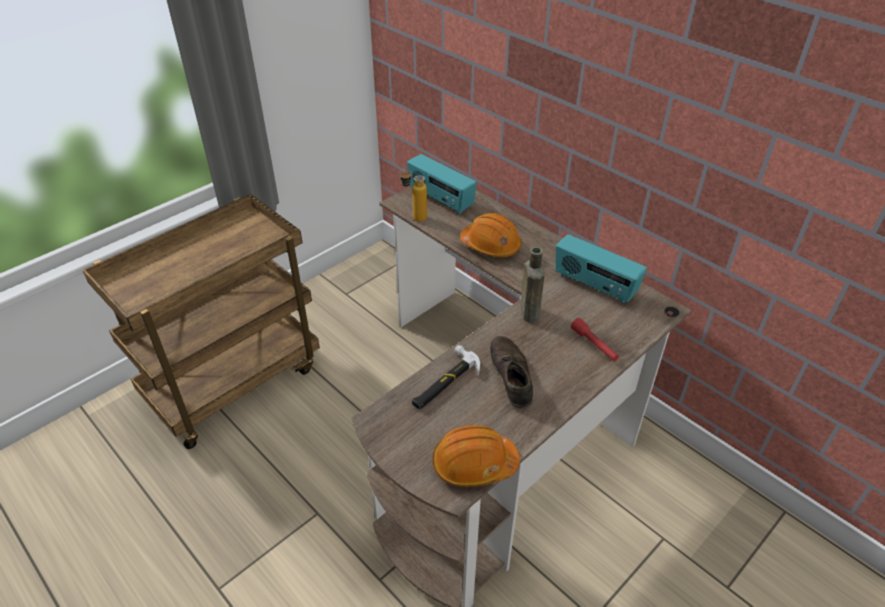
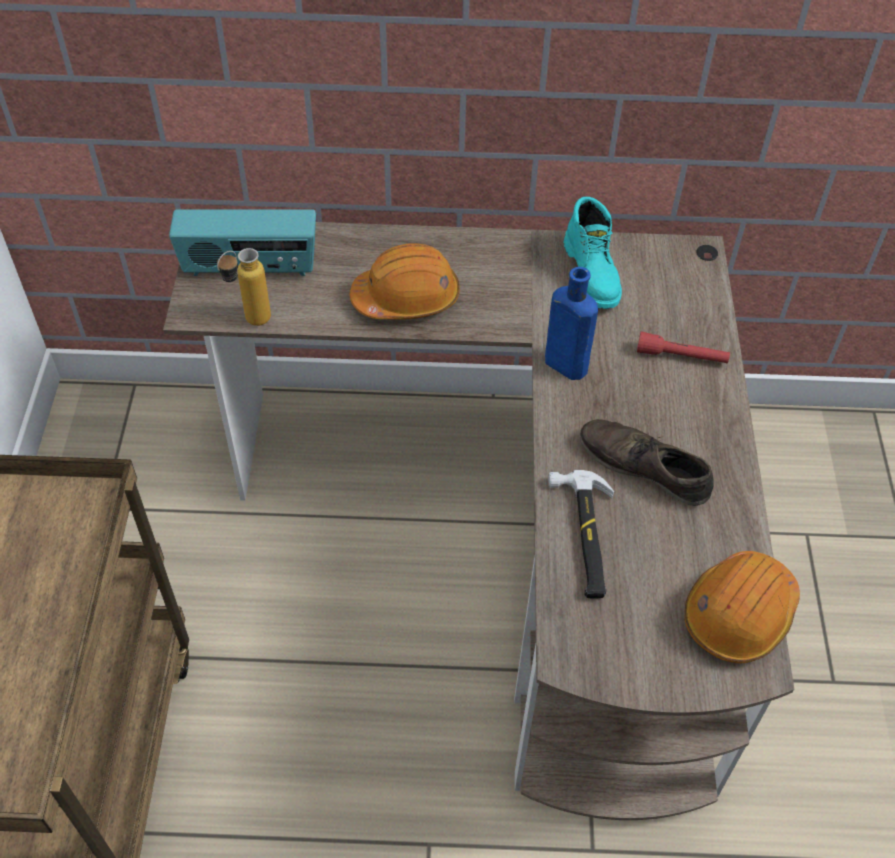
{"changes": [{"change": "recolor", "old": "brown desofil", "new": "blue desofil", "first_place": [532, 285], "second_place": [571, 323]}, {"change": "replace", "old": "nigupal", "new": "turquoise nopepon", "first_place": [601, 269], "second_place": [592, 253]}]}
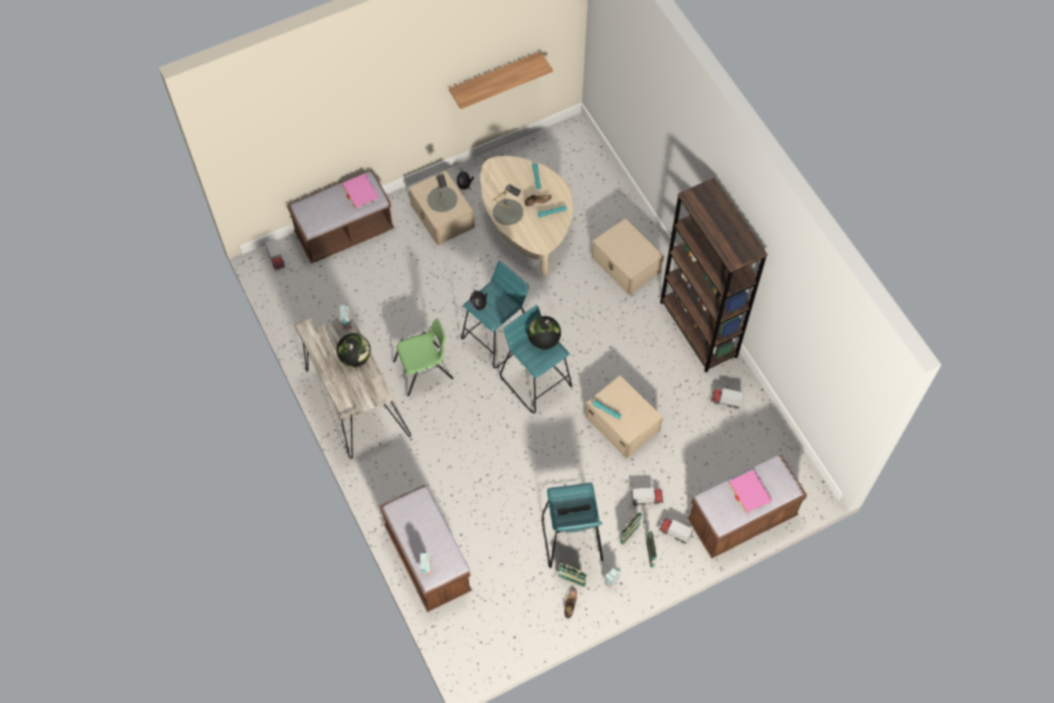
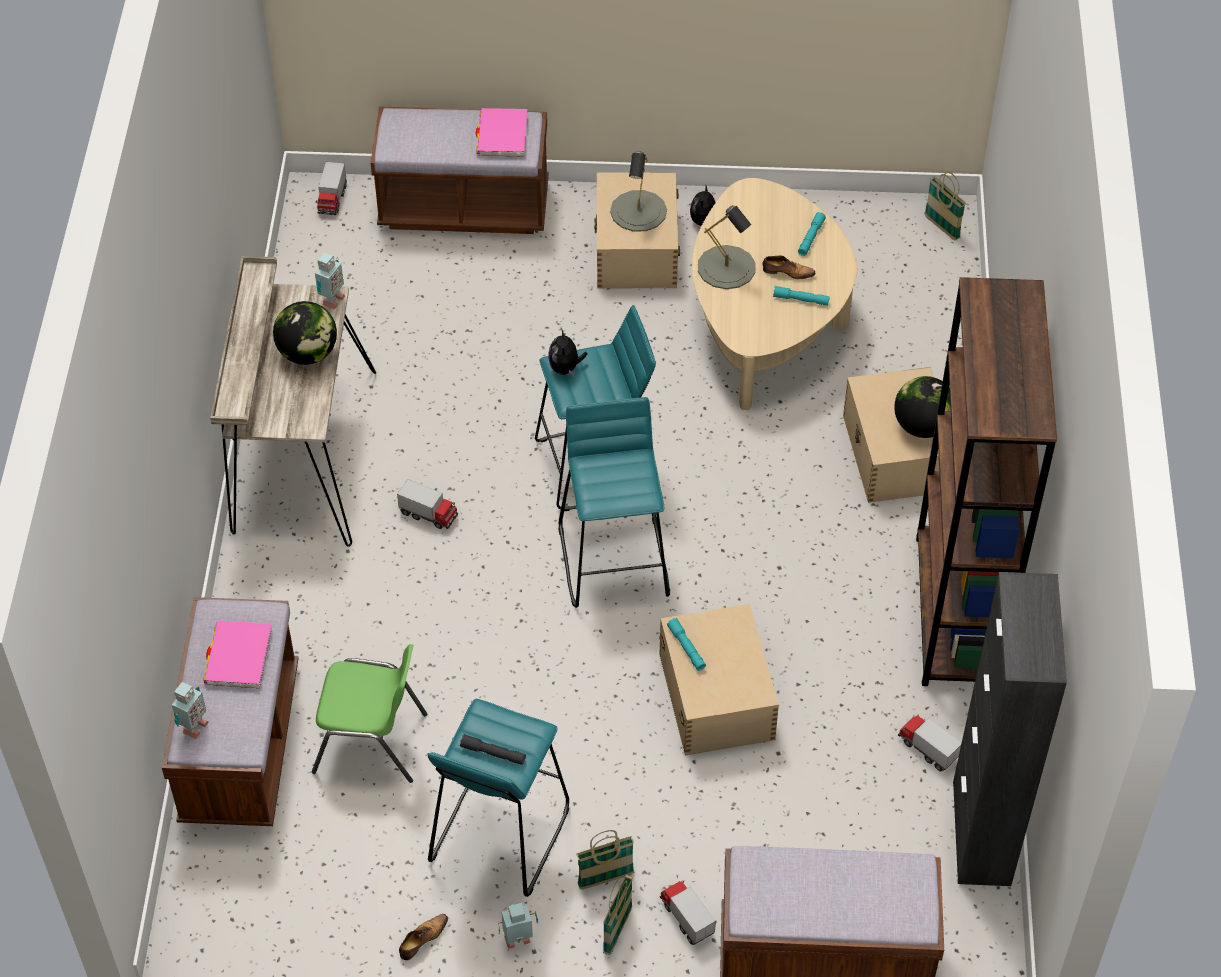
{"changes": [{"change": "move", "old": "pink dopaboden", "first_place": [750, 492], "second_place": [237, 654]}, {"change": "move", "old": "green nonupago", "first_place": [423, 357], "second_place": [369, 713]}, {"change": "move", "old": "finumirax", "first_place": [647, 497], "second_place": [427, 504]}, {"change": "move", "old": "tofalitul", "first_place": [544, 333], "second_place": [922, 407]}, {"change": "move", "old": "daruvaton", "first_place": [572, 575], "second_place": [945, 206]}, {"change": "insert", "new": "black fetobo", "second_place": [1010, 729]}, {"change": "delete", "old": "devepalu", "first_place": [501, 80]}]}
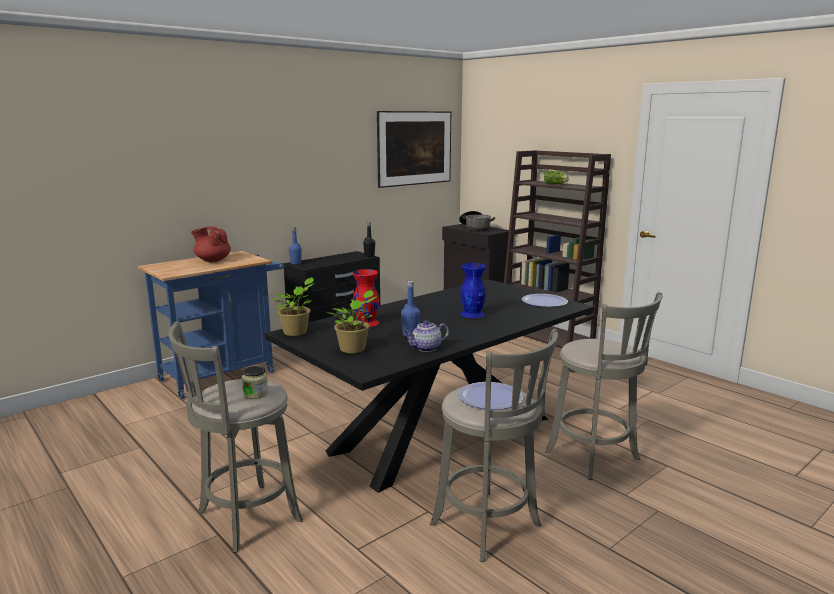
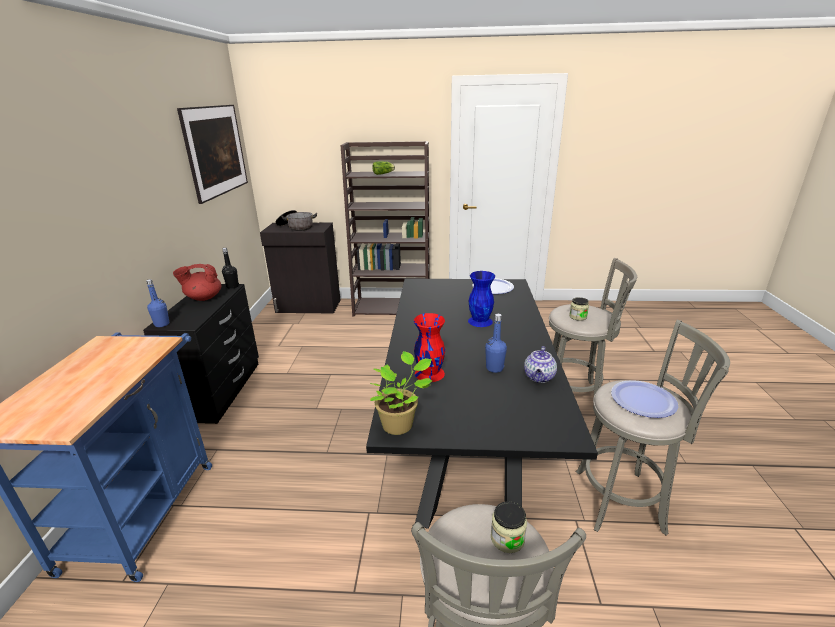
{"changes": [{"change": "move", "old": "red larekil", "first_place": [211, 244], "second_place": [197, 282]}, {"change": "insert", "new": "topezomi", "second_place": [579, 309]}, {"change": "delete", "old": "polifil", "first_place": [350, 321]}]}
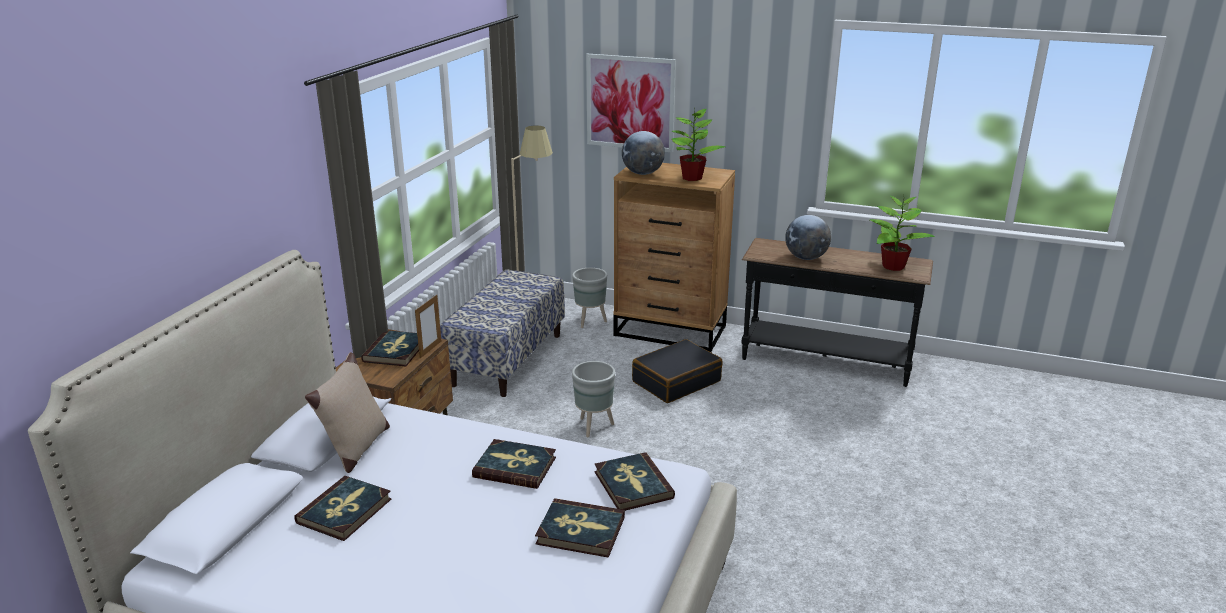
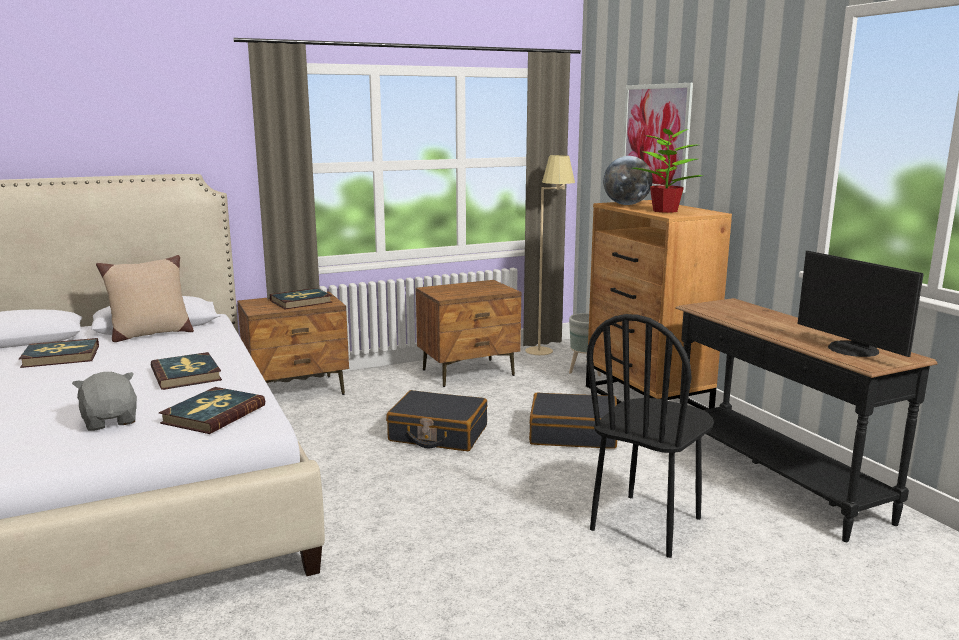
{"changes": [{"change": "replace", "old": "dopaboden", "new": "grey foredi", "first_place": [580, 528], "second_place": [104, 401]}, {"change": "replace", "old": "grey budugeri", "new": "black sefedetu", "first_place": [593, 399], "second_place": [436, 420]}, {"change": "replace", "old": "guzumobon", "new": "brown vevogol", "first_place": [502, 333], "second_place": [468, 333]}, {"change": "insert", "new": "black nonupago", "second_place": [650, 436]}, {"change": "replace", "old": "polifil", "new": "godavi", "first_place": [902, 232], "second_place": [861, 304]}, {"change": "delete", "old": "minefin", "first_place": [428, 326]}, {"change": "delete", "old": "tofalitul", "first_place": [808, 237]}]}
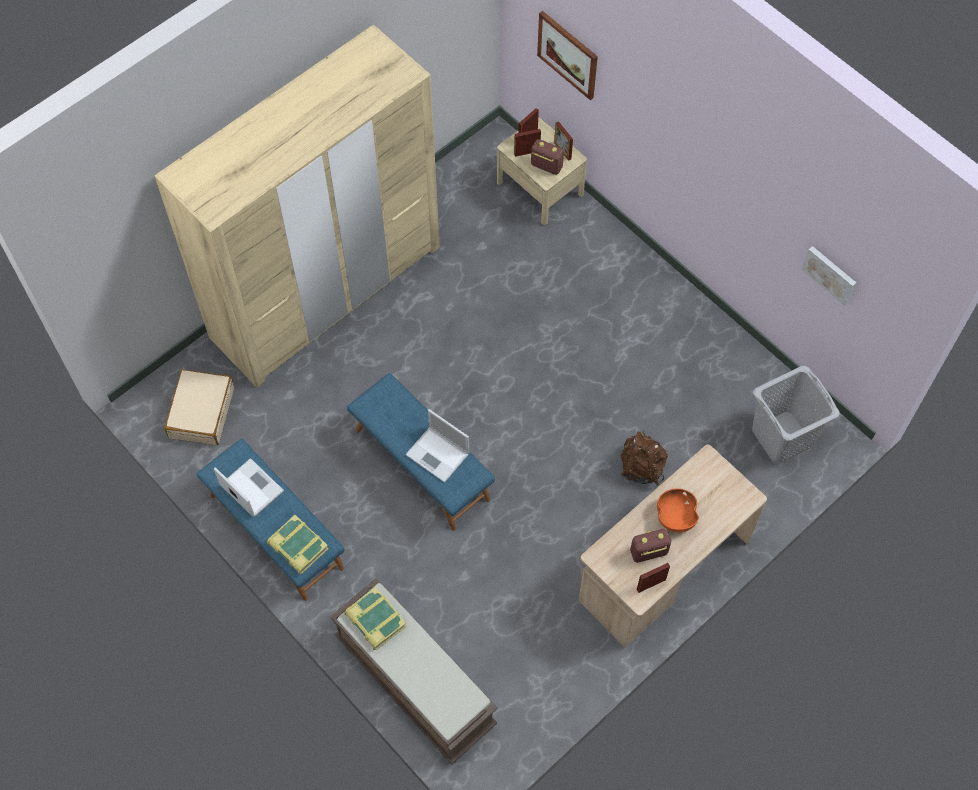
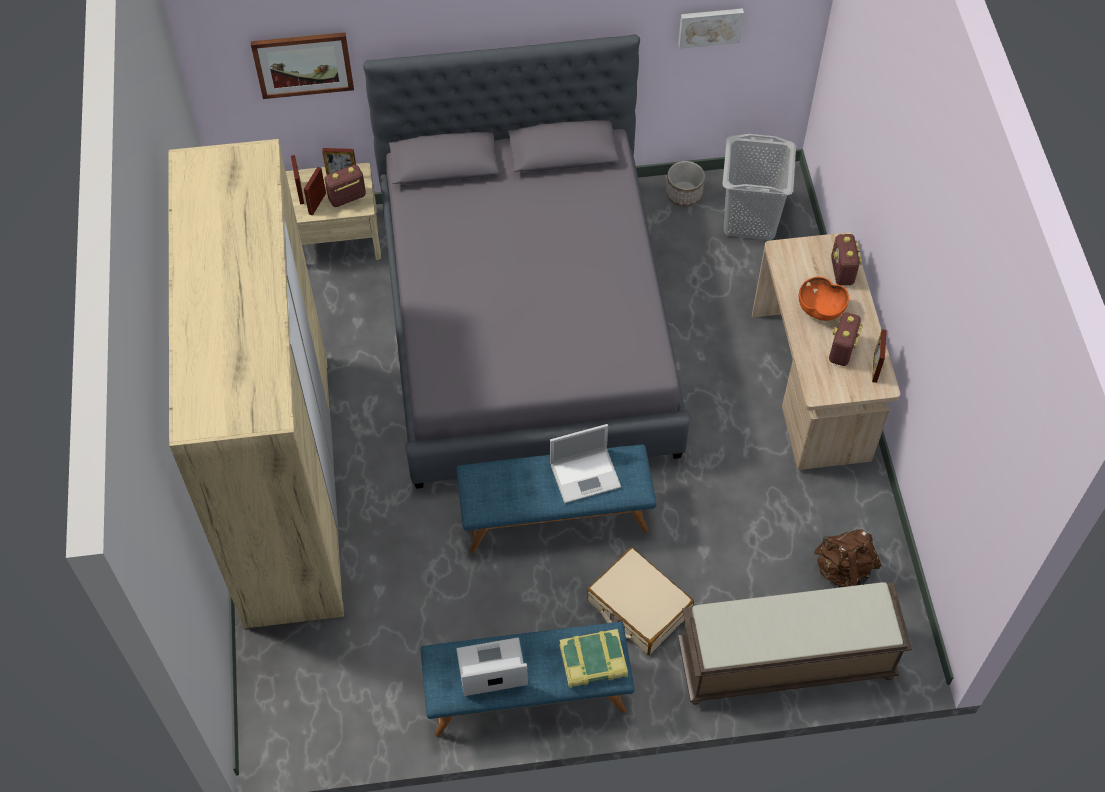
{"changes": [{"change": "insert", "new": "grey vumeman", "second_place": [527, 261]}, {"change": "move", "old": "beige sefedetu", "first_place": [199, 407], "second_place": [640, 601]}, {"change": "insert", "new": "budugeri", "second_place": [685, 184]}, {"change": "move", "old": "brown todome", "first_place": [644, 457], "second_place": [848, 558]}, {"change": "insert", "new": "nigupal", "second_place": [846, 260]}, {"change": "delete", "old": "dopaboden", "first_place": [375, 618]}]}
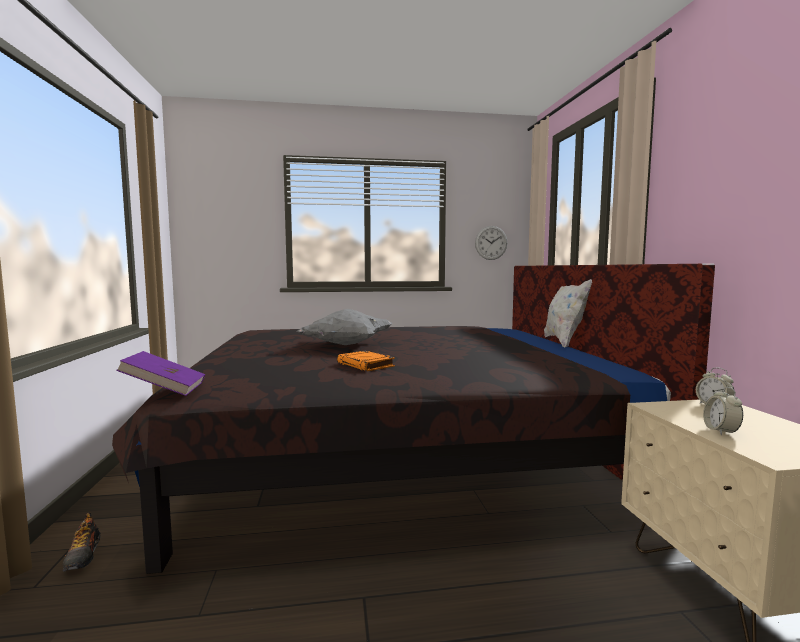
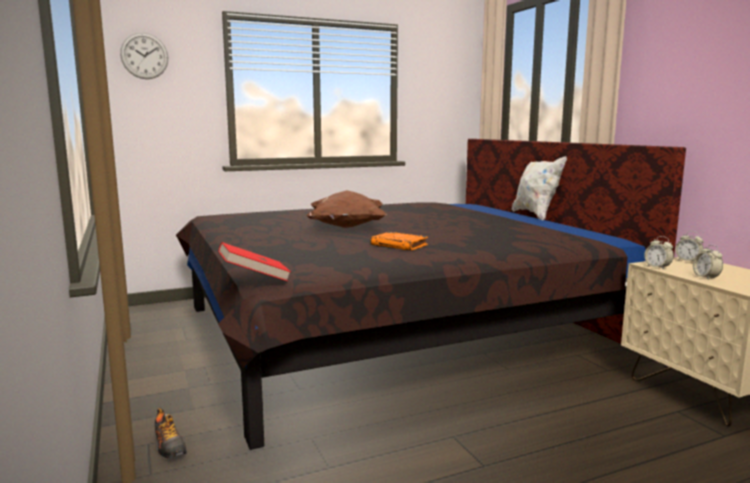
{"changes": [{"change": "move", "old": "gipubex", "first_place": [491, 243], "second_place": [144, 56]}, {"change": "recolor", "old": "purple dopaboden", "new": "red dopaboden", "first_place": [160, 373], "second_place": [254, 261]}, {"change": "recolor", "old": "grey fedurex", "new": "brown fedurex", "first_place": [344, 327], "second_place": [346, 209]}, {"change": "insert", "new": "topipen", "second_place": [659, 253]}]}
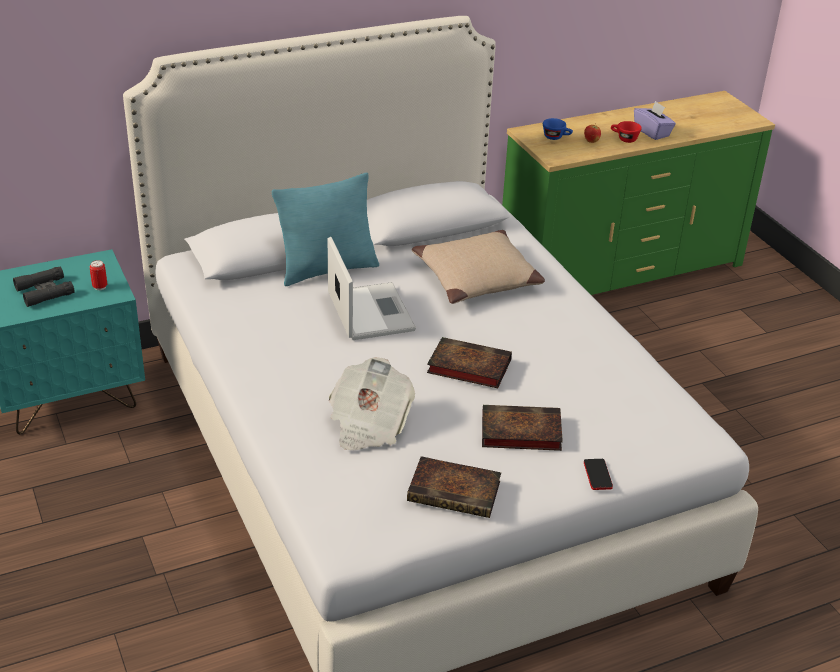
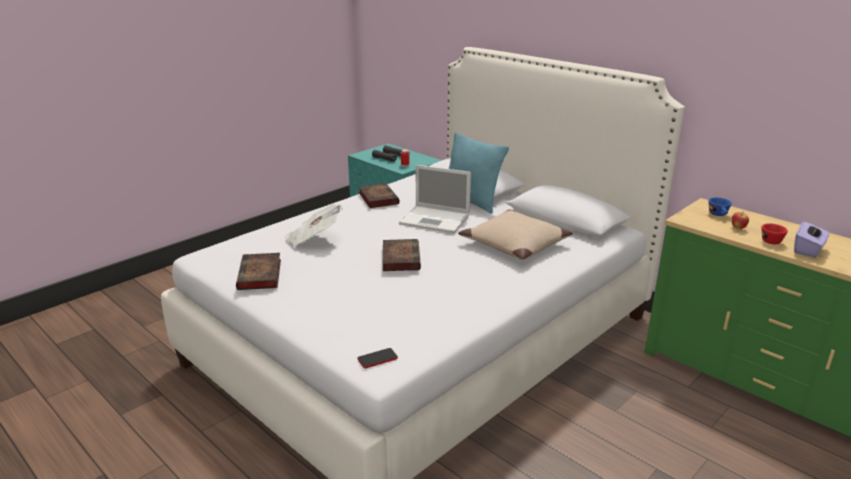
{"changes": [{"change": "move", "old": "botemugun", "first_place": [598, 474], "second_place": [378, 358]}, {"change": "move", "old": "dopaboden", "first_place": [522, 428], "second_place": [379, 195]}, {"change": "rotate", "old": "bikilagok", "first_place": [372, 288], "second_place": [435, 199], "degrees": 60}]}
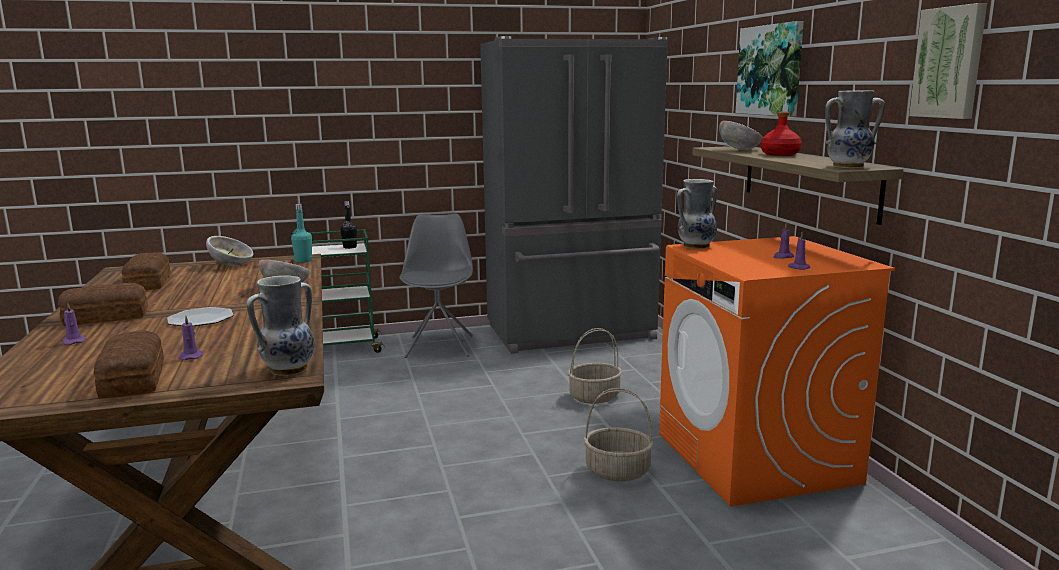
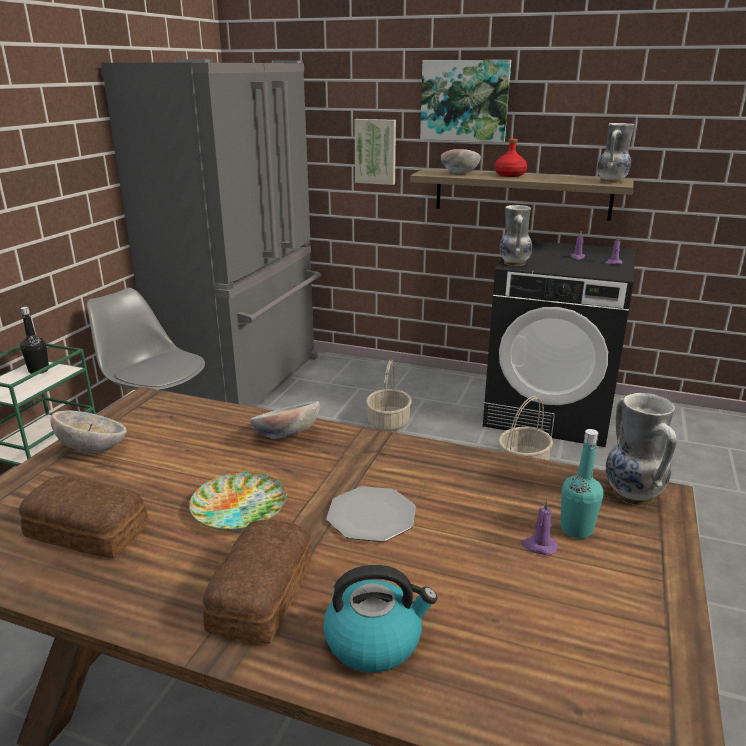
{"changes": [{"change": "insert", "new": "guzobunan", "second_place": [237, 501]}, {"change": "replace", "old": "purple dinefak", "new": "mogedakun", "first_place": [74, 324], "second_place": [380, 619]}, {"change": "move", "old": "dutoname", "first_place": [948, 61], "second_place": [375, 152]}, {"change": "recolor", "old": "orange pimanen", "new": "black pimanen", "first_place": [777, 371], "second_place": [559, 344]}, {"change": "move", "old": "turquoise desofil", "first_place": [301, 233], "second_place": [582, 484]}, {"change": "delete", "old": "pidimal", "first_place": [129, 364]}]}
